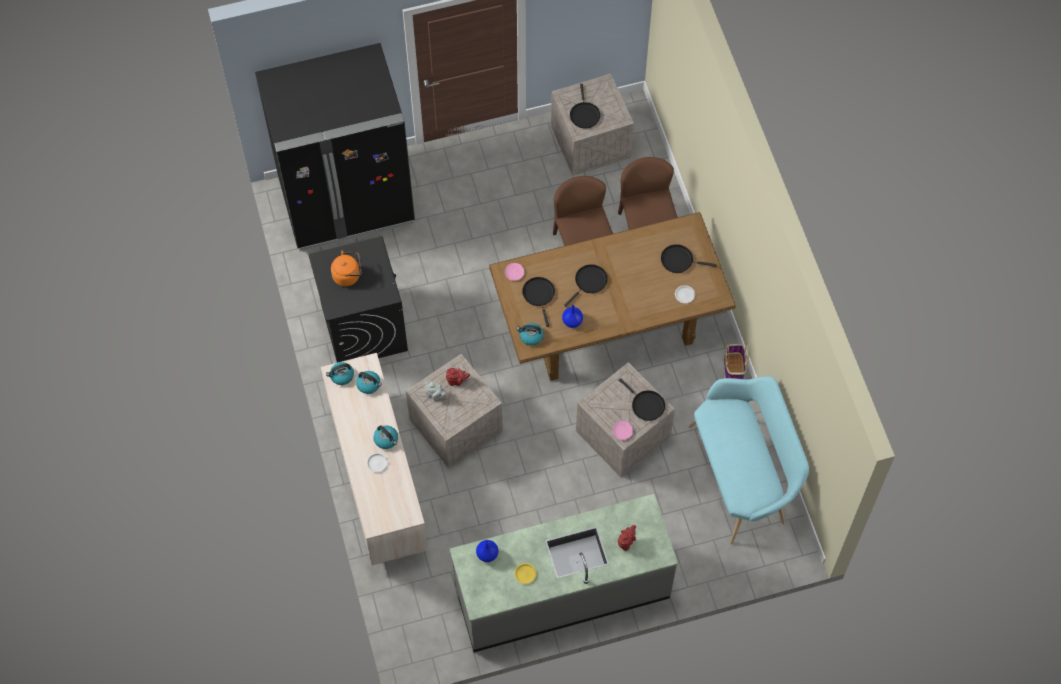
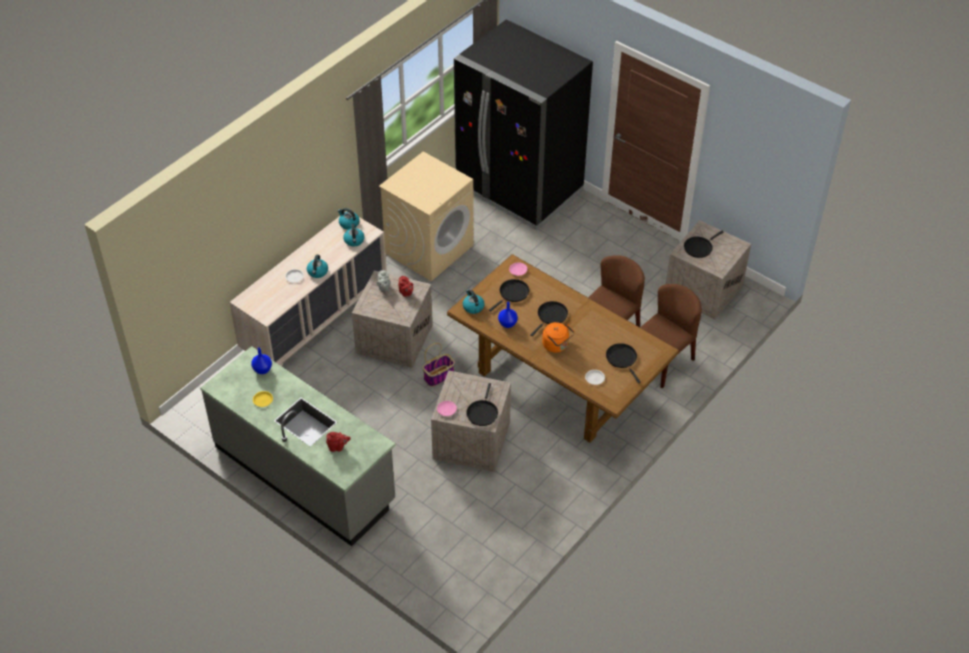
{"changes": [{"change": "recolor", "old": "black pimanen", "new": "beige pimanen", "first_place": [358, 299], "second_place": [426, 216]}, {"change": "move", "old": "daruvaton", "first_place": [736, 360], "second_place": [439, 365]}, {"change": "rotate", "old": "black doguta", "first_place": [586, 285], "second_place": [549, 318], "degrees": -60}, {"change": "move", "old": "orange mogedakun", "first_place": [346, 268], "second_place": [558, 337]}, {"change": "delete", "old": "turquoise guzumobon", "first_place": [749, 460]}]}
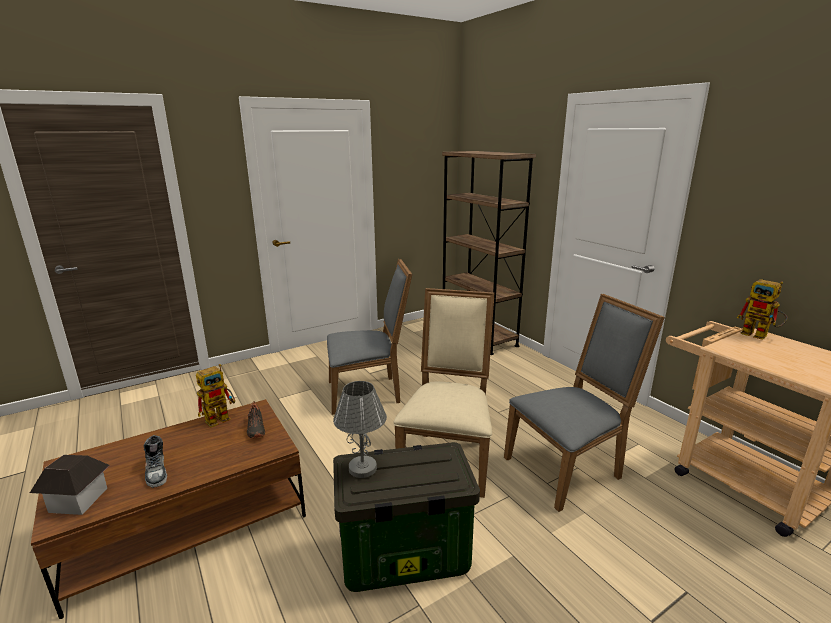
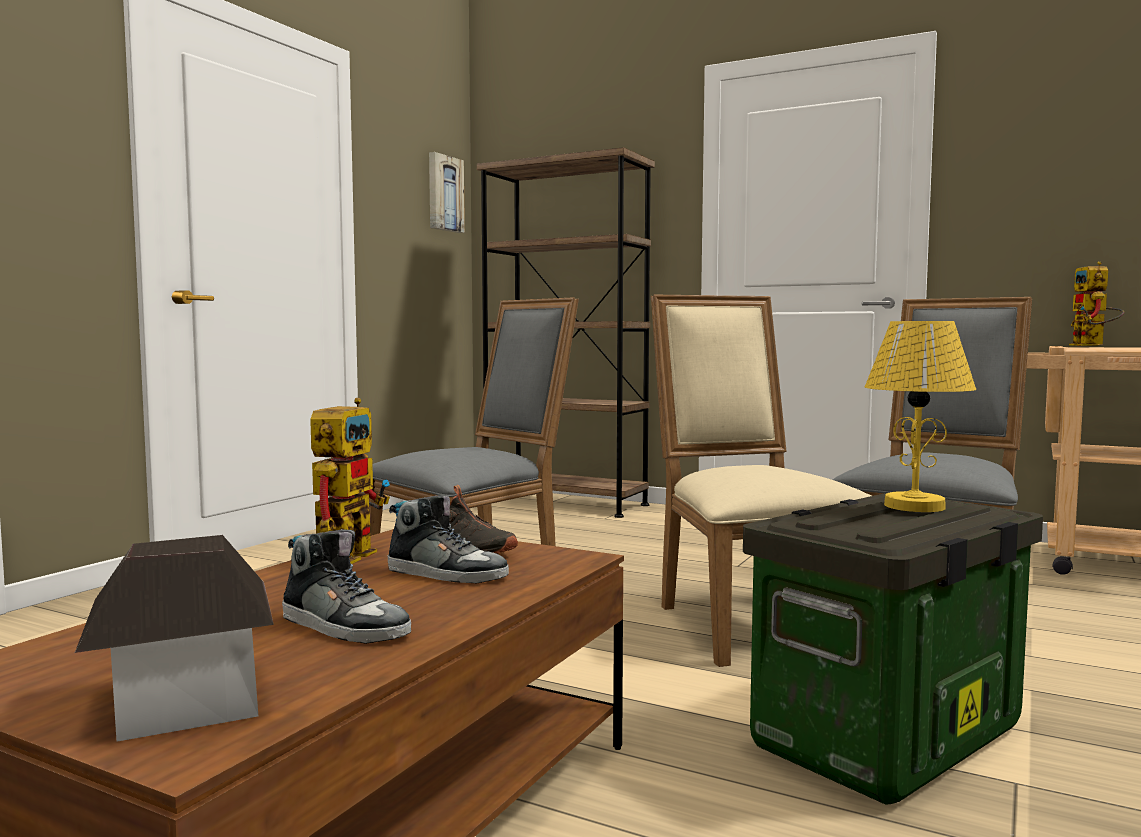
{"changes": [{"change": "insert", "new": "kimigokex", "second_place": [448, 539]}, {"change": "insert", "new": "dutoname", "second_place": [447, 192]}, {"change": "insert", "new": "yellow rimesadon", "second_place": [920, 416]}, {"change": "rotate", "old": "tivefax", "first_place": [762, 309], "second_place": [1096, 303], "degrees": 75}, {"change": "delete", "old": "grey rimesadon", "first_place": [360, 429]}]}
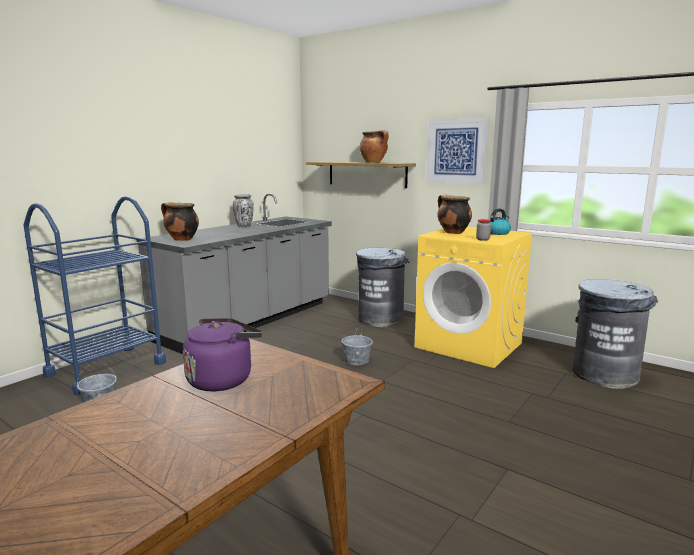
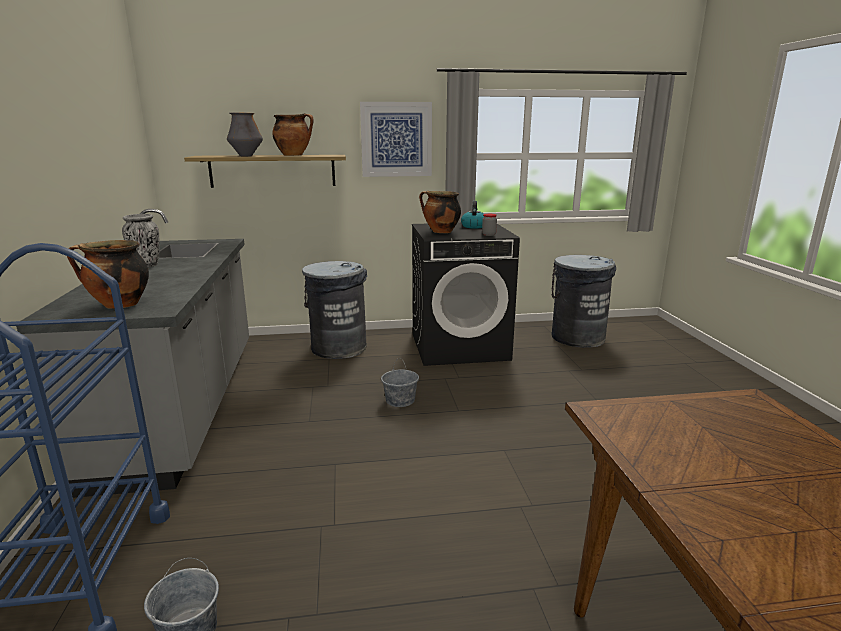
{"changes": [{"change": "insert", "new": "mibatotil", "second_place": [245, 134]}, {"change": "recolor", "old": "yellow pimanen", "new": "black pimanen", "first_place": [473, 297], "second_place": [466, 294]}, {"change": "delete", "old": "purple mogedakun", "first_place": [222, 354]}]}
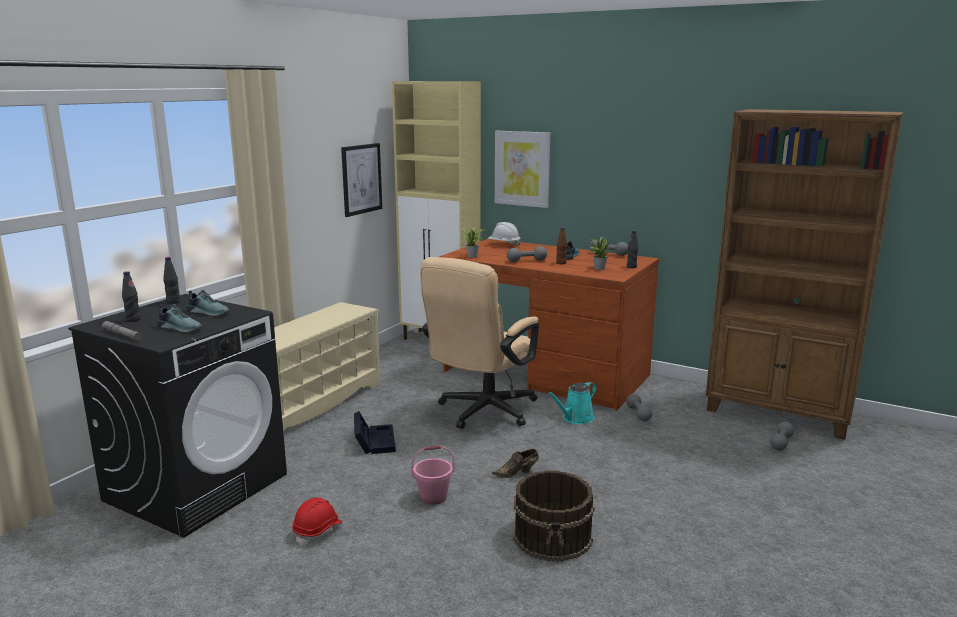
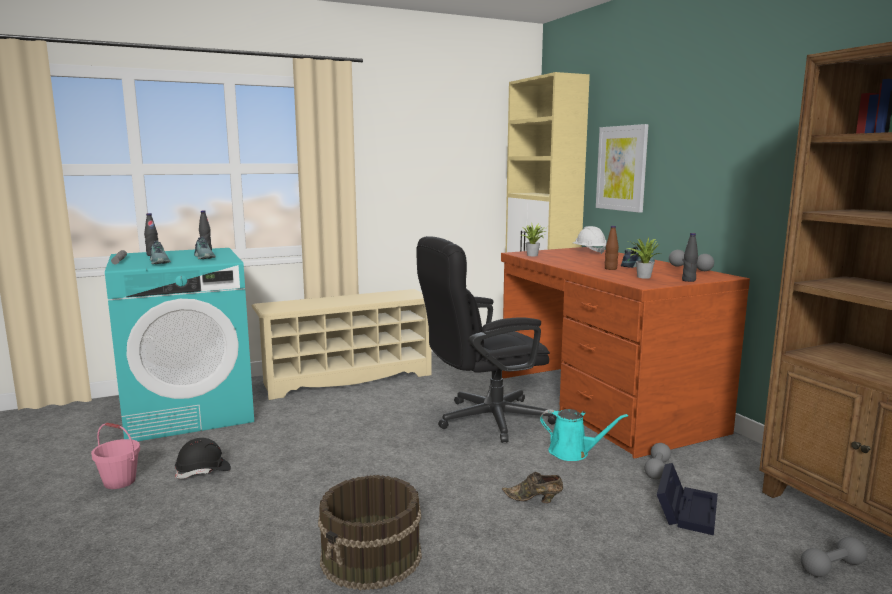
{"changes": [{"change": "move", "old": "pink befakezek", "first_place": [432, 475], "second_place": [115, 456]}, {"change": "recolor", "old": "black pimanen", "new": "turquoise pimanen", "first_place": [177, 416], "second_place": [179, 344]}, {"change": "recolor", "old": "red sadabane", "new": "black sadabane", "first_place": [317, 522], "second_place": [203, 458]}, {"change": "recolor", "old": "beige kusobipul", "new": "black kusobipul", "first_place": [479, 343], "second_place": [486, 339]}, {"change": "move", "old": "brown kimigokex", "first_place": [515, 463], "second_place": [532, 487]}, {"change": "rotate", "old": "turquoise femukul", "first_place": [572, 403], "second_place": [584, 435], "degrees": -150}, {"change": "move", "old": "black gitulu", "first_place": [375, 432], "second_place": [687, 499]}, {"change": "delete", "old": "dutoname", "first_place": [361, 180]}, {"change": "delete", "old": "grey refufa", "first_place": [527, 254]}]}
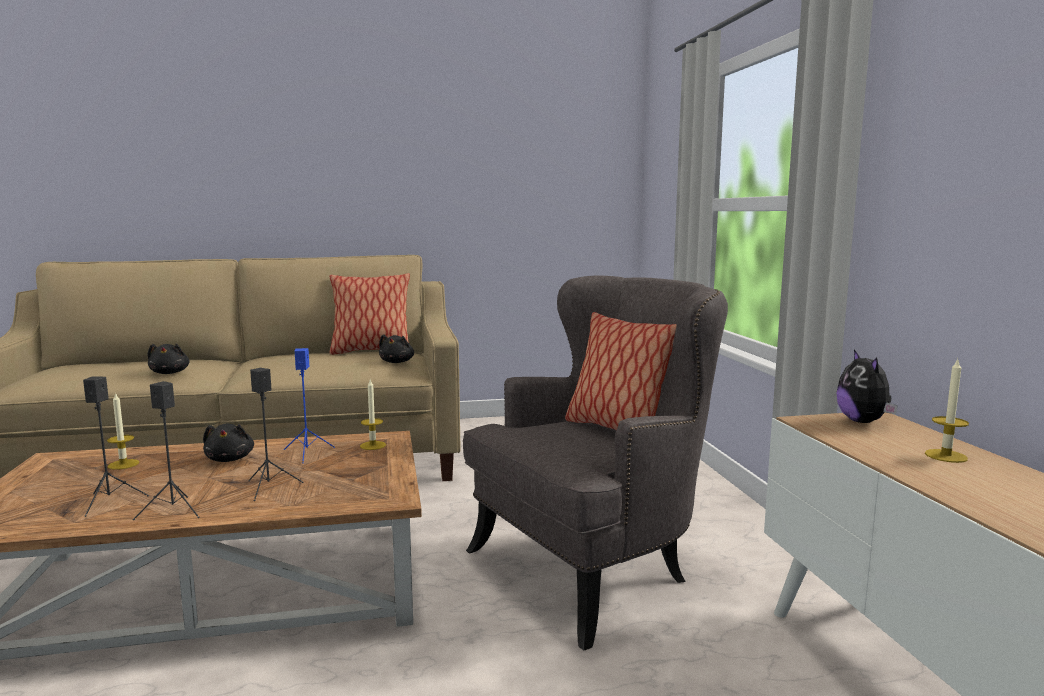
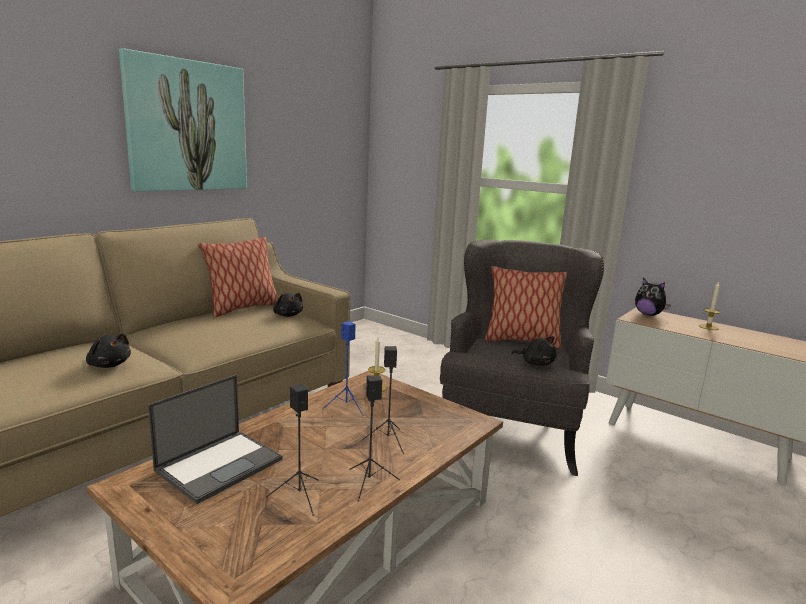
{"changes": [{"change": "insert", "new": "dutoname", "second_place": [183, 119]}, {"change": "replace", "old": "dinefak", "new": "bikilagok", "first_place": [123, 431], "second_place": [215, 439]}, {"change": "move", "old": "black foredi", "first_place": [228, 442], "second_place": [533, 351]}]}
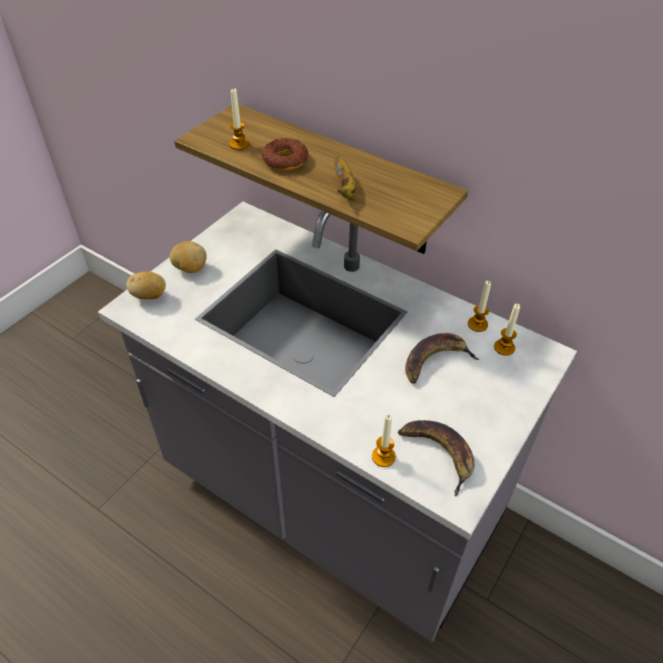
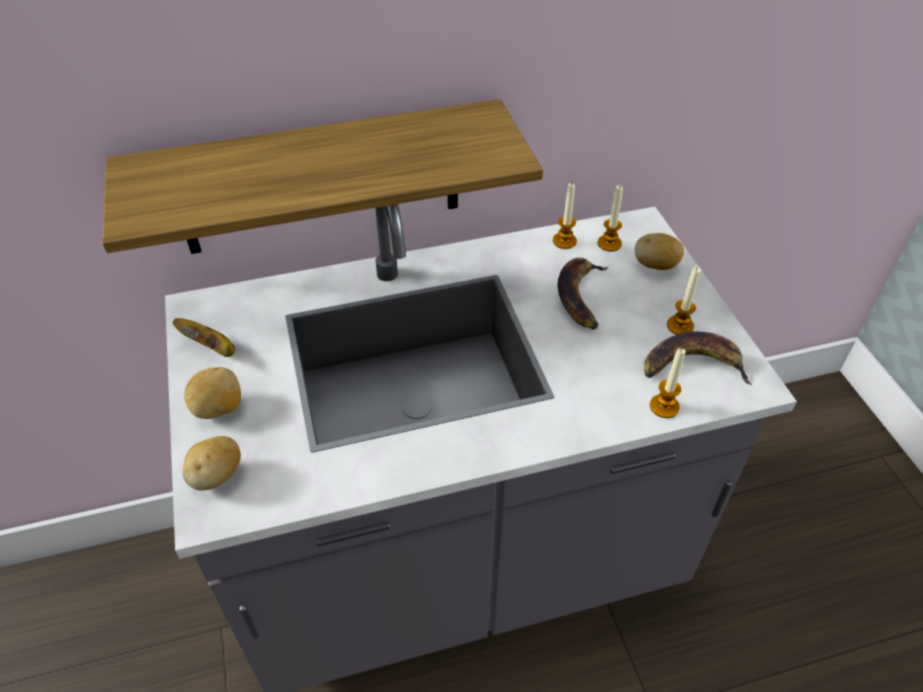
{"changes": [{"change": "move", "old": "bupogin", "first_place": [345, 177], "second_place": [204, 337]}, {"change": "insert", "new": "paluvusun", "second_place": [659, 251]}, {"change": "move", "old": "dinefak", "first_place": [239, 119], "second_place": [684, 300]}, {"change": "delete", "old": "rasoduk", "first_place": [285, 154]}]}
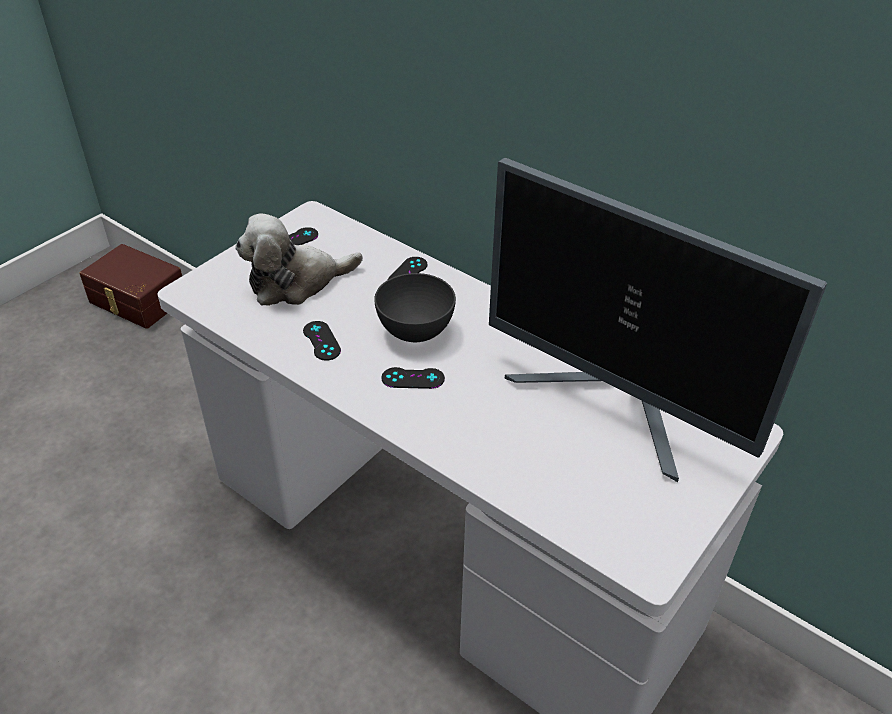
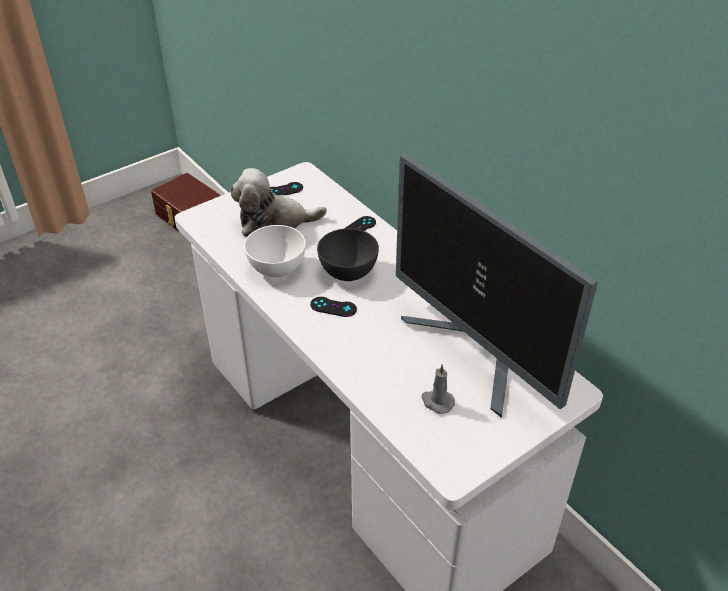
{"changes": [{"change": "replace", "old": "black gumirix", "new": "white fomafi", "first_place": [322, 341], "second_place": [275, 251]}, {"change": "insert", "new": "grey dinefak", "second_place": [438, 389]}]}
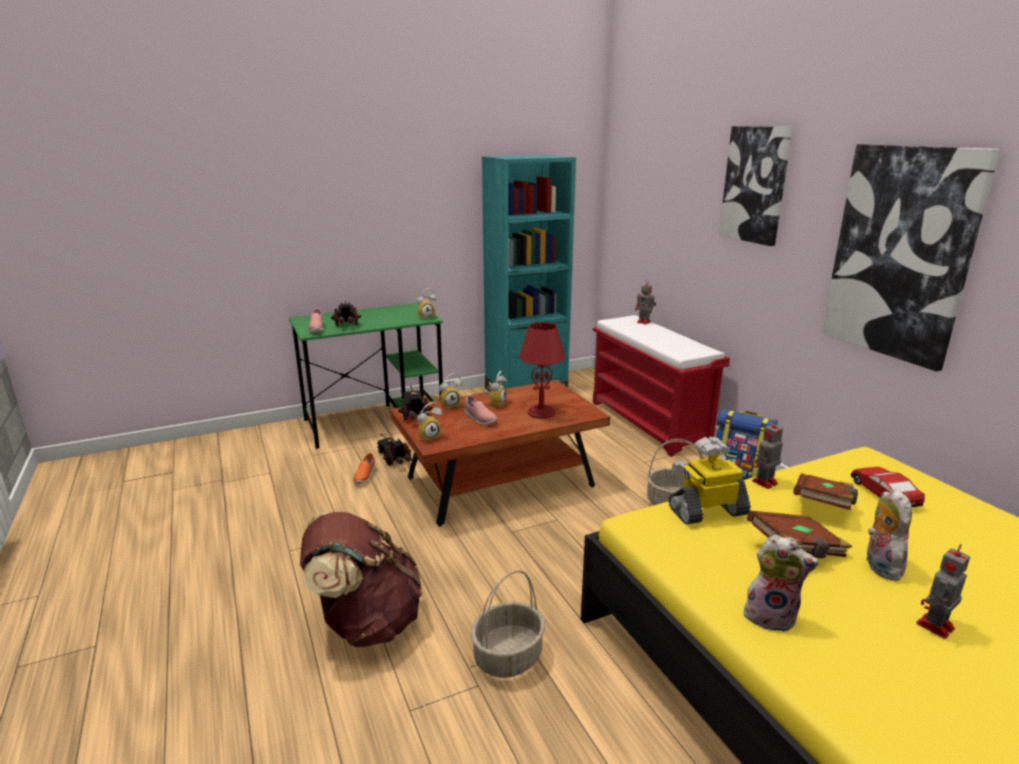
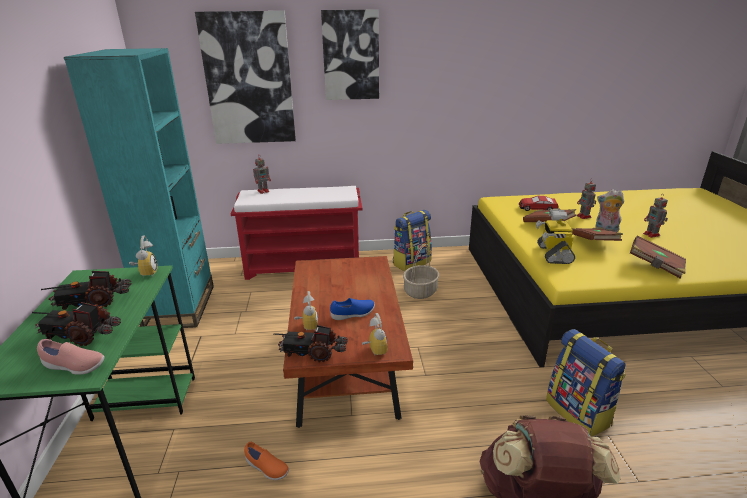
{"changes": [{"change": "move", "old": "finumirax", "first_place": [394, 450], "second_place": [86, 290]}, {"change": "move", "old": "dutoname", "first_place": [910, 257], "second_place": [245, 77]}, {"change": "recolor", "old": "pink kimigokex", "new": "blue kimigokex", "first_place": [480, 410], "second_place": [352, 309]}, {"change": "replace", "old": "daruvaton", "new": "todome", "first_place": [508, 624], "second_place": [586, 383]}, {"change": "move", "old": "tivefax", "first_place": [767, 454], "second_place": [586, 199]}, {"change": "replace", "old": "foredi", "new": "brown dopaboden", "first_place": [781, 583], "second_place": [658, 257]}, {"change": "delete", "old": "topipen", "first_place": [495, 389]}, {"change": "delete", "old": "red rimesadon", "first_place": [542, 370]}]}
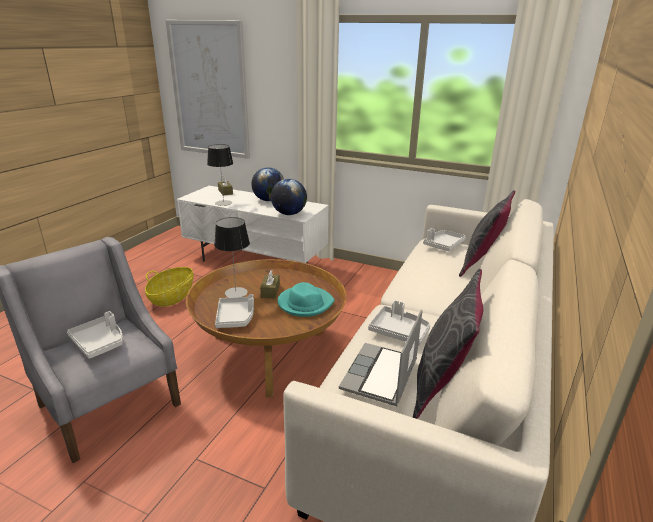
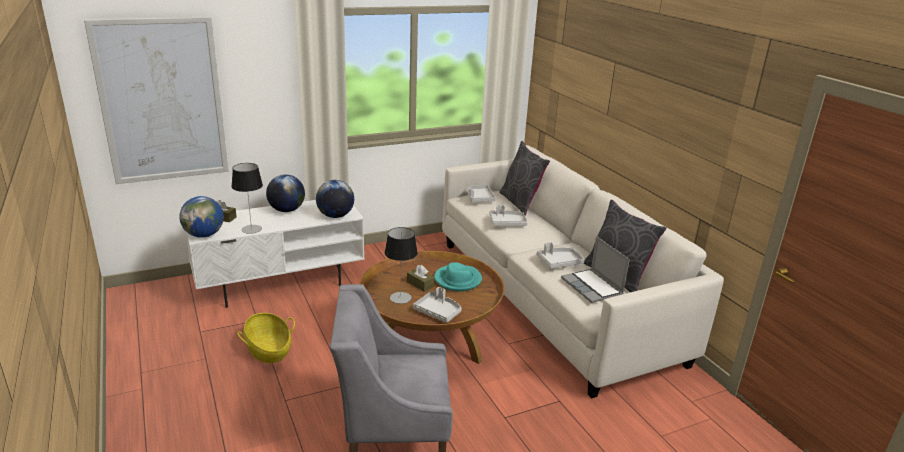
{"changes": [{"change": "insert", "new": "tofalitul", "second_place": [201, 217]}, {"change": "move", "old": "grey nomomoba", "first_place": [95, 335], "second_place": [508, 215]}]}
